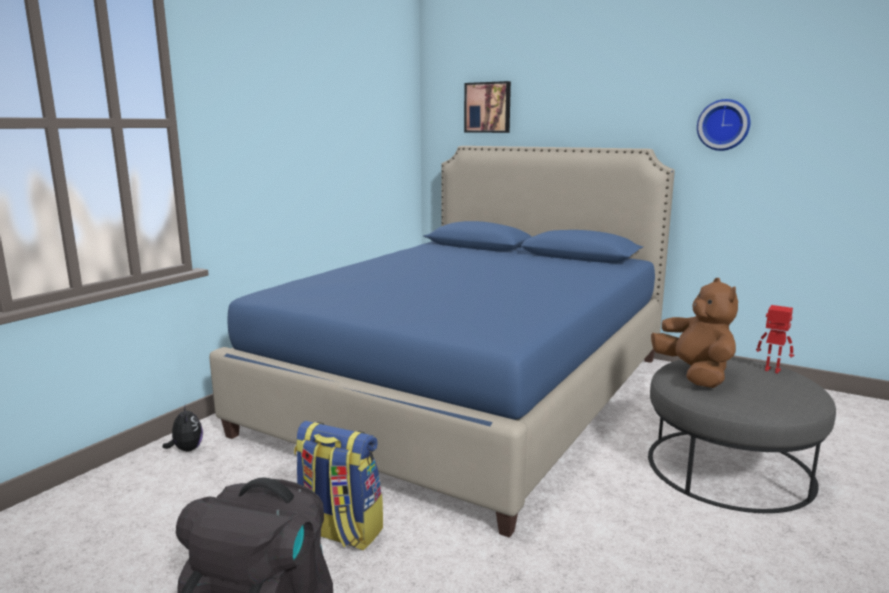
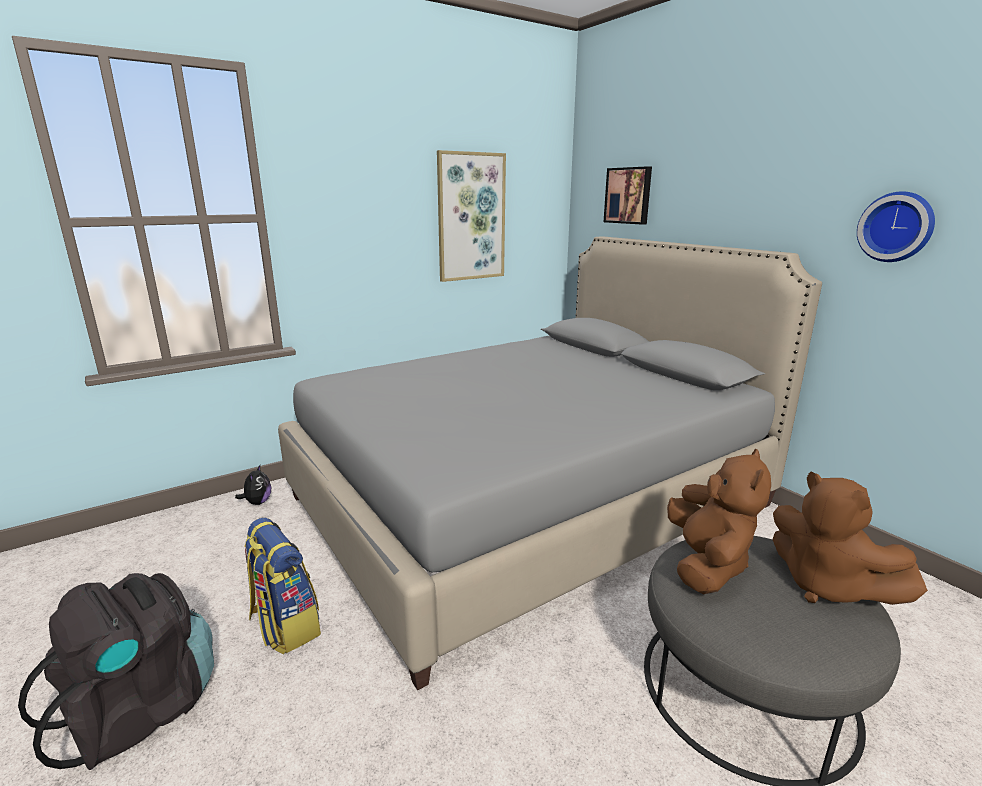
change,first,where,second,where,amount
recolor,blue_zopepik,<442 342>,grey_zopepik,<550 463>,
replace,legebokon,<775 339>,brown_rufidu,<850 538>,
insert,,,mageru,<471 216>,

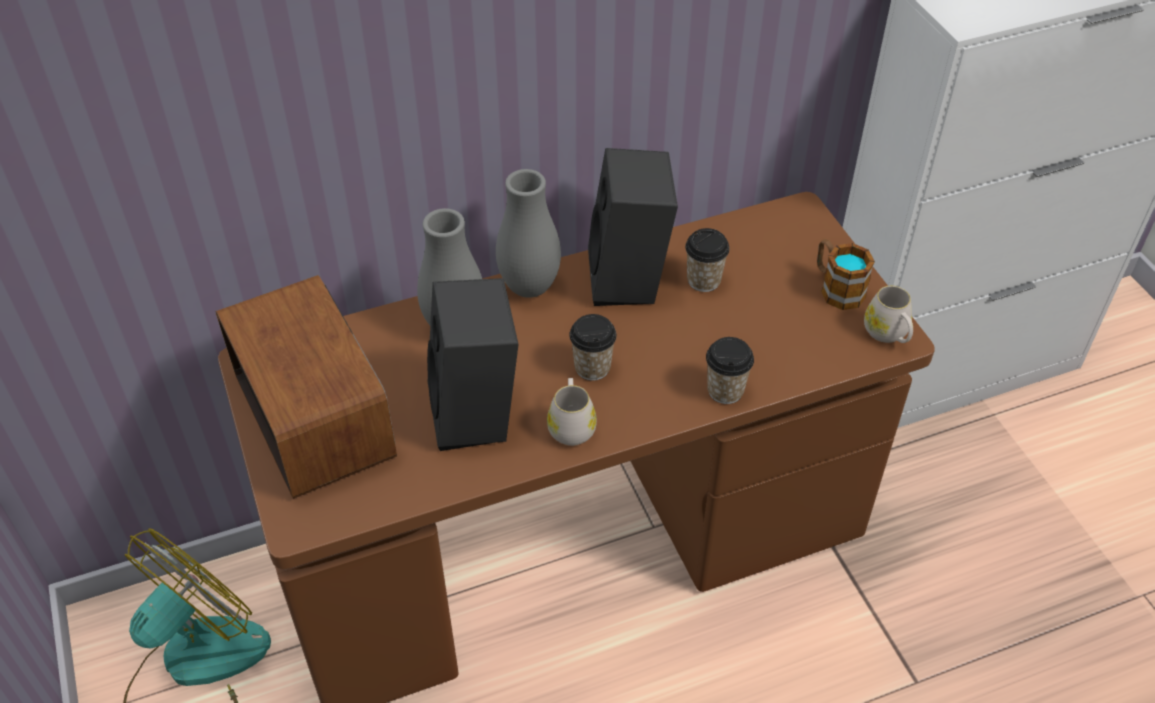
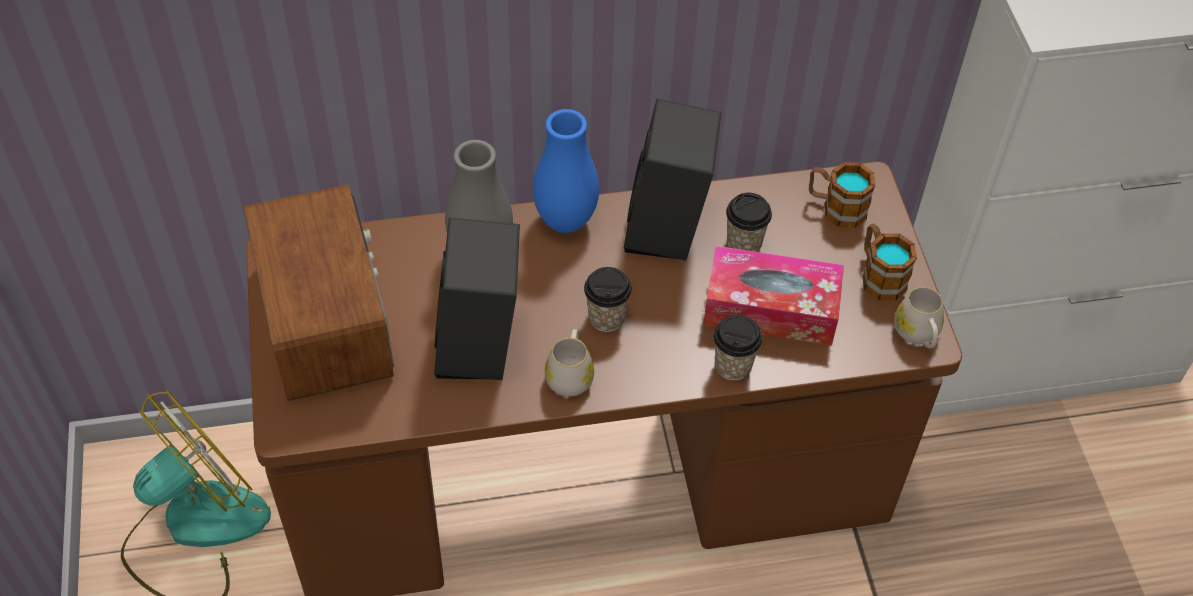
change,first,where,second,where,amount
recolor,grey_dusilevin,<528 233>,blue_dusilevin,<566 171>,
insert,,,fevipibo,<842 195>,
insert,,,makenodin,<773 295>,

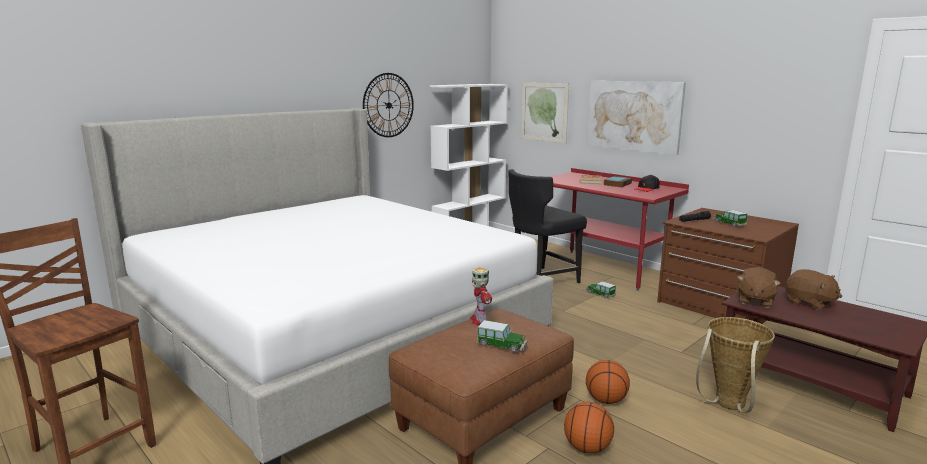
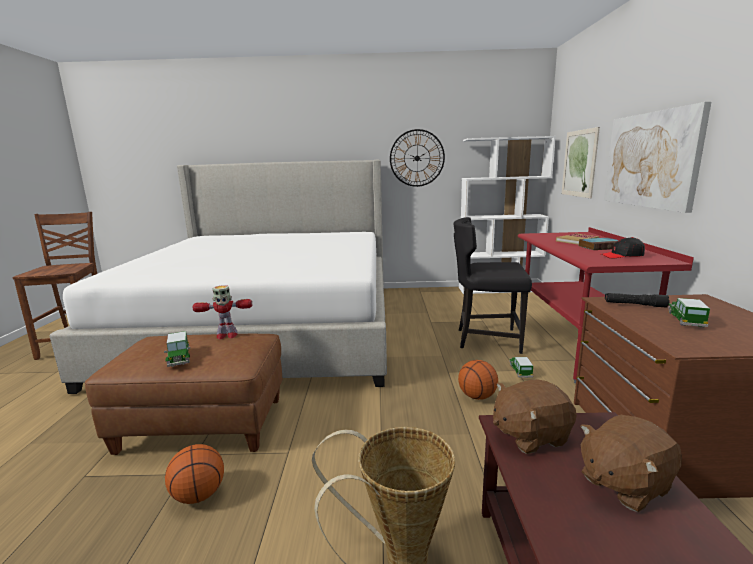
change,first,where,second,where,amount
rotate,legebokon,<481 296>,,<222 312>,135 degrees counterclockwise
rotate,brown_rufidu,<814 289>,,<631 463>,60 degrees clockwise
move,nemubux,<608 382>,,<478 380>,

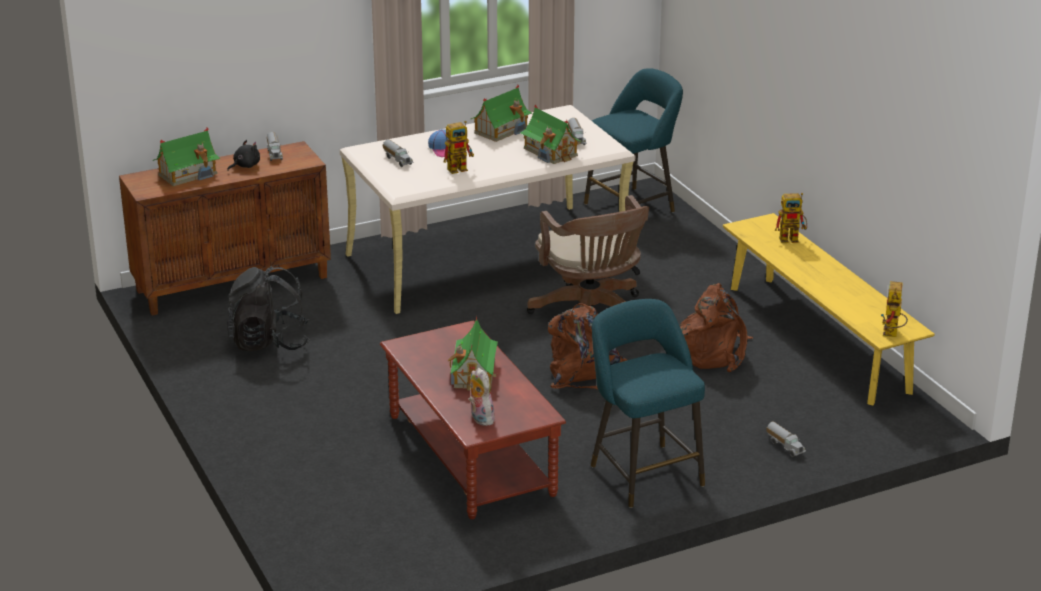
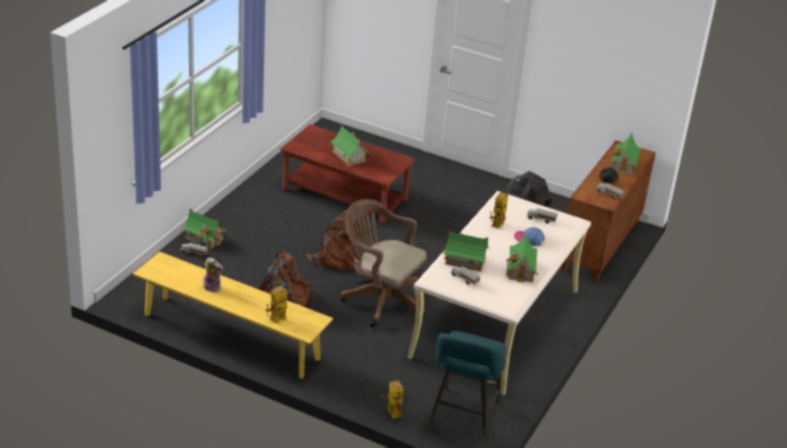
change,first,where,second,where,amount
move,legebokon,<894 309>,,<392 398>,
delete,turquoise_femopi,<648 403>,,,
move,rufidu,<482 397>,,<213 275>,
insert,,,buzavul,<204 228>,

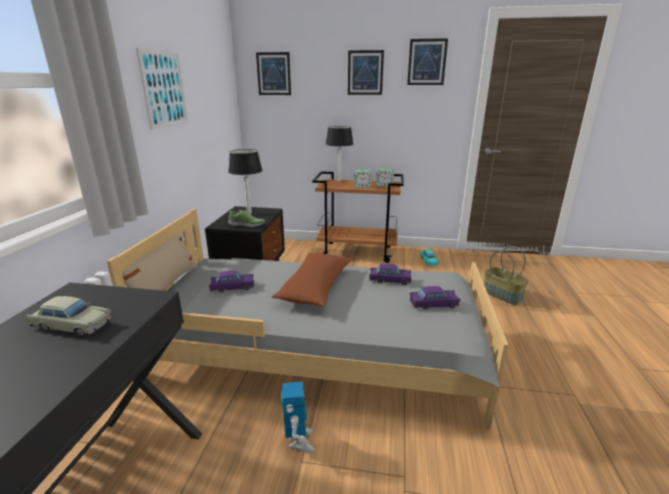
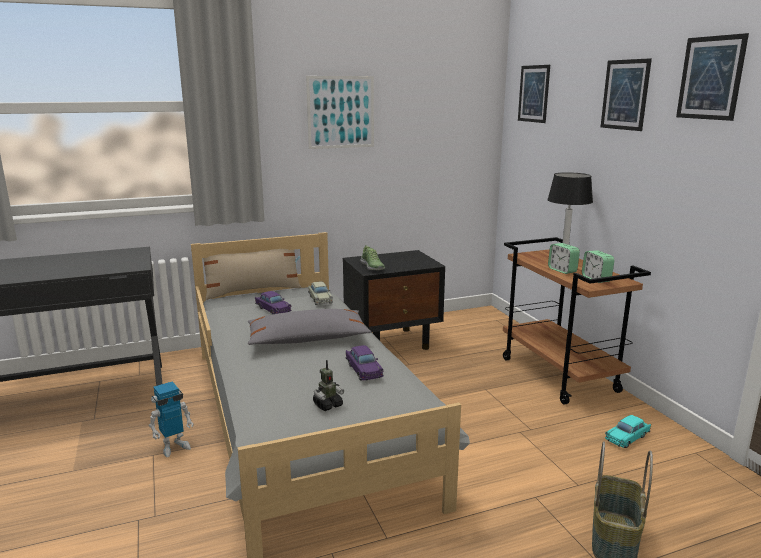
change,first,where,second,where,amount
delete,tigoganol,<245 181>,,,
recolor,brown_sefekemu,<312 280>,grey_sefekemu,<310 327>,
replace,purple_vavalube,<435 298>,legebokon,<328 385>,
move,beige_vavalube,<69 316>,,<320 293>,

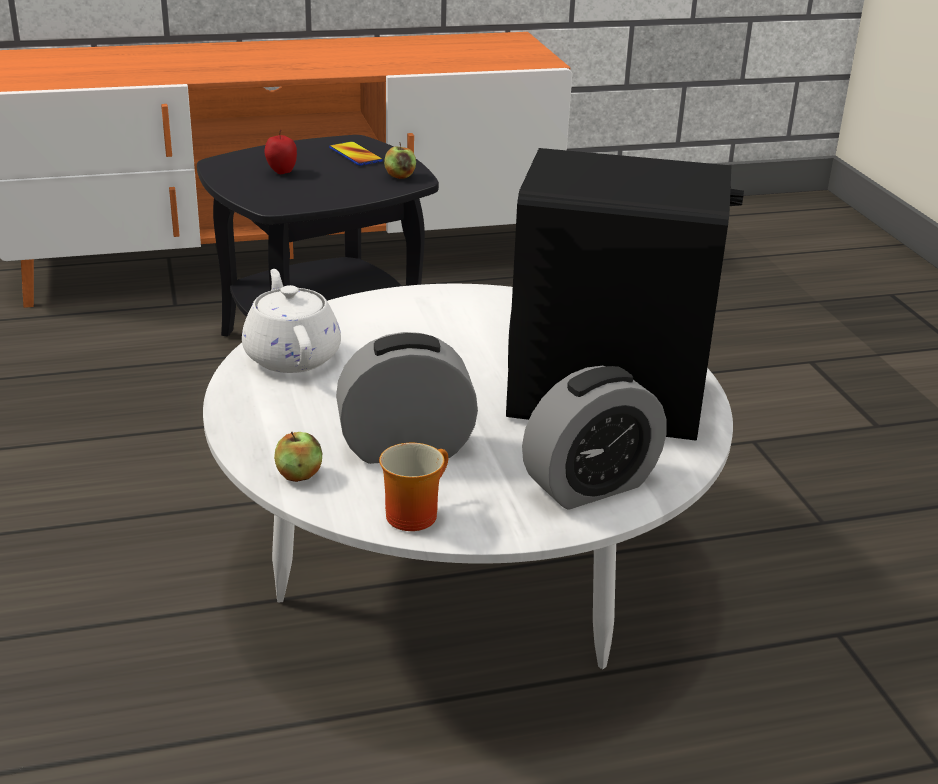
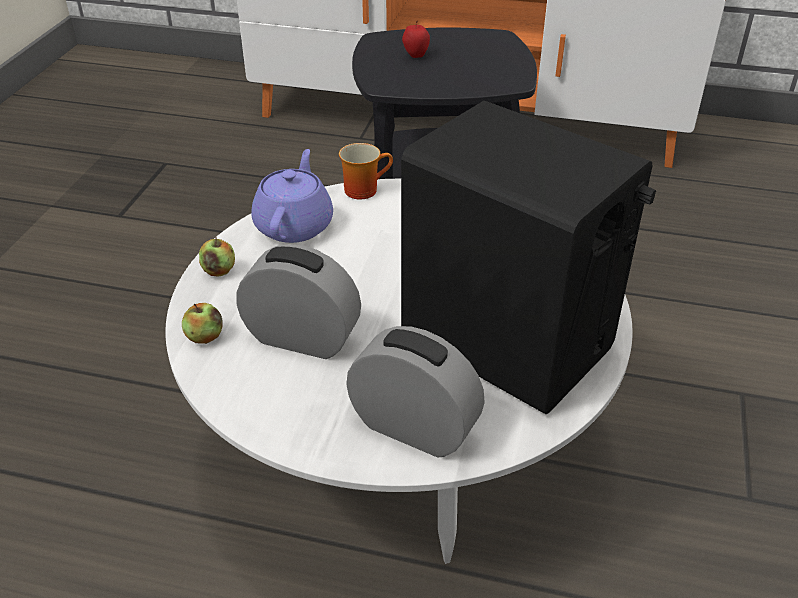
change,first,where,second,where,amount
delete,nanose,<356 153>,,,
move,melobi,<400 160>,,<217 256>,
recolor,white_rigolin,<291 321>,purple_rigolin,<292 196>,
rotate,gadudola,<594 438>,,<415 392>,150 degrees counterclockwise
move,fevipibo,<413 487>,,<366 171>,

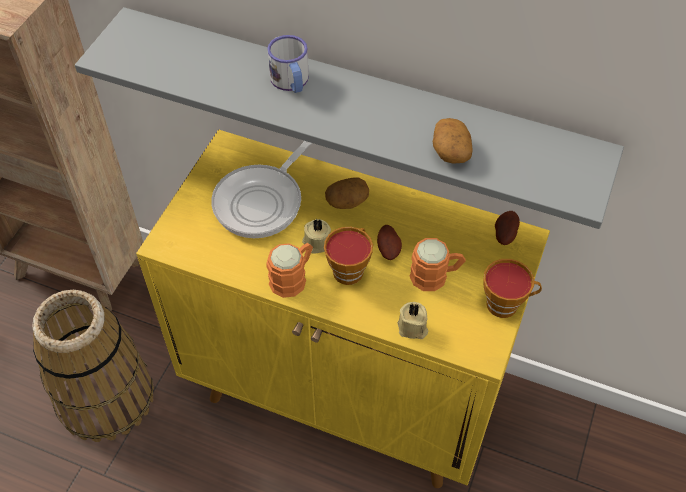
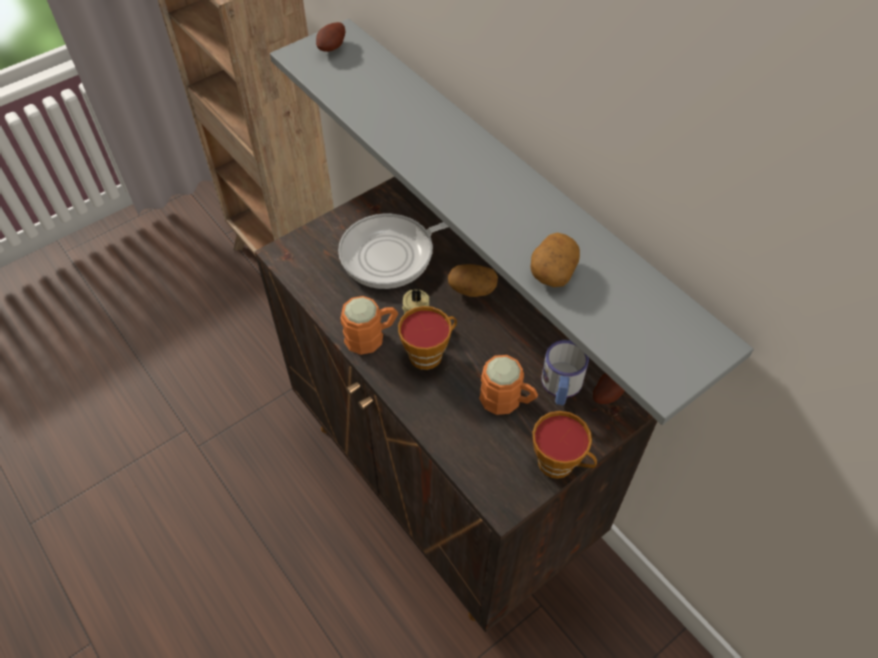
change,first,where,second,where,amount
move,fevipibo,<288 64>,,<565 372>,
recolor,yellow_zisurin,<343 309>,brown_zisurin,<456 404>,
move,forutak,<389 242>,,<330 37>,
delete,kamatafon,<93 366>,,,
delete,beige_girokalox,<413 320>,,,

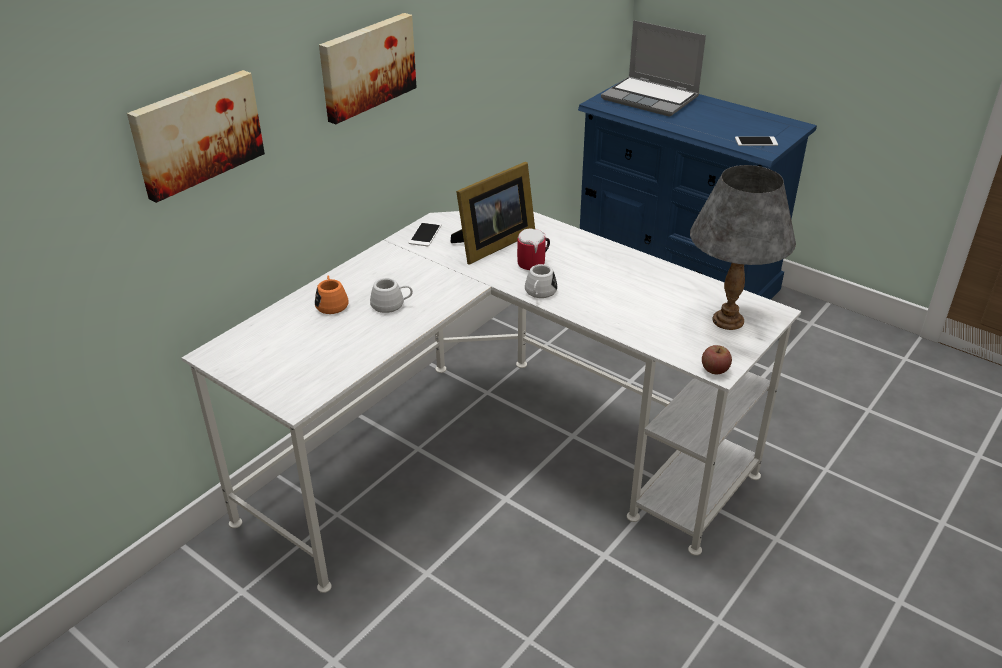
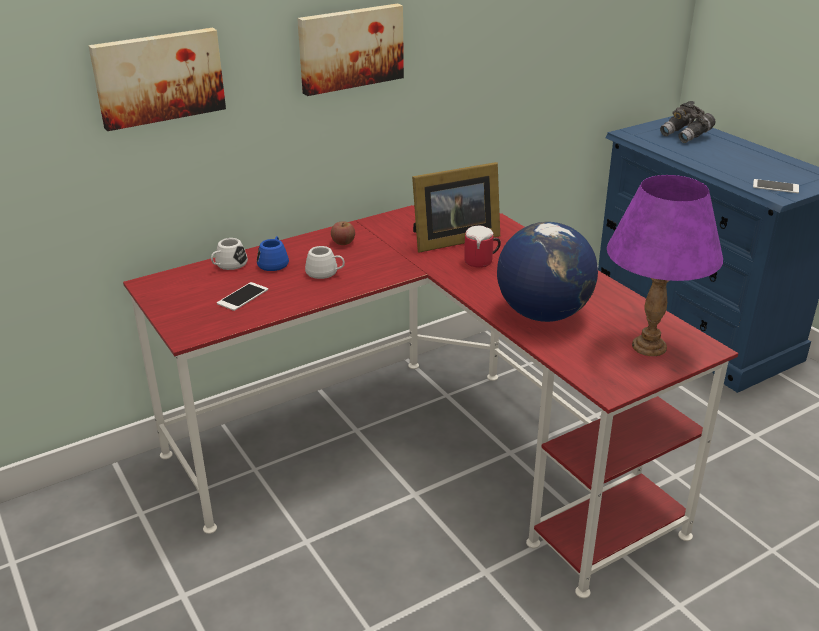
change,first,where,second,where,amount
replace,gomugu,<653 68>,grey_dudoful,<687 122>,
recolor,grey_tigoganol,<743 247>,purple_tigoganol,<665 265>,
recolor,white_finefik,<491 402>,red_finefik,<430 401>,
move,nanose,<425 233>,,<242 296>,
move,white_fevipibo,<541 281>,,<229 254>,
recolor,orange_fevipibo,<332 294>,blue_fevipibo,<273 253>,
move,melobi,<717 359>,,<343 233>,
insert,,,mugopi,<547 272>,

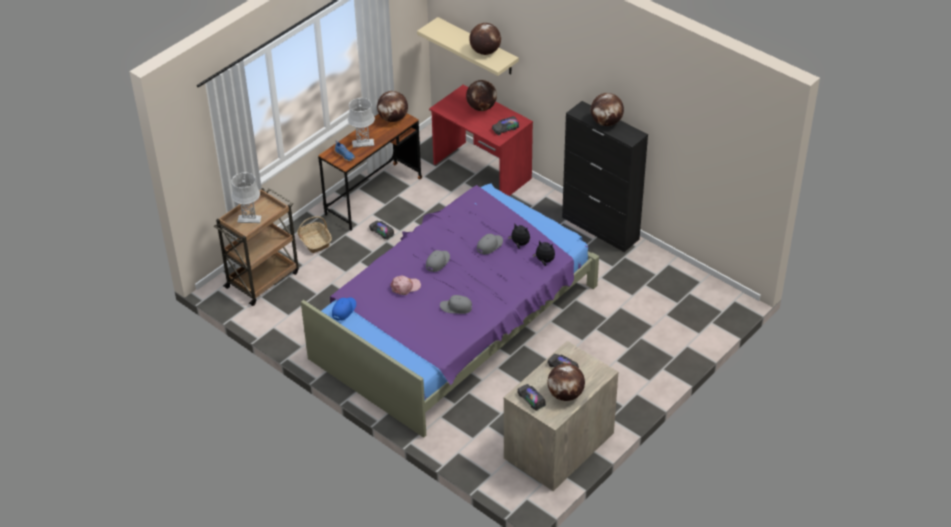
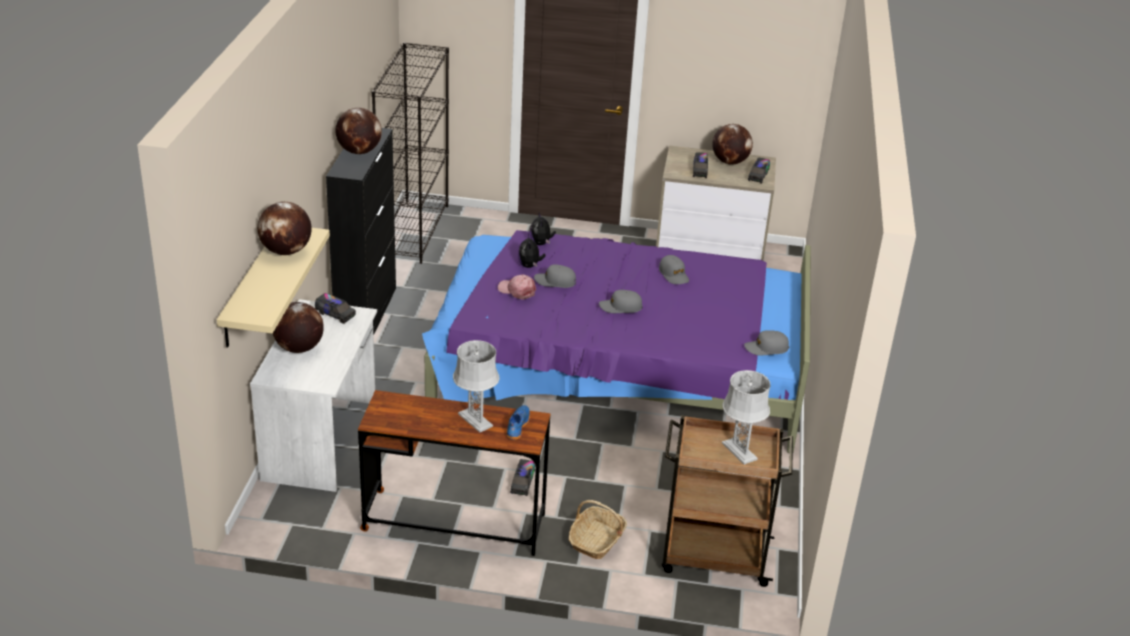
change,first,where,second,where,amount
recolor,red_finefik,<481 140>,white_finefik,<313 395>,
delete,mugopi,<392 106>,,,
move,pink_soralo,<405 285>,,<517 286>,
recolor,blue_soralo,<344 309>,grey_soralo,<766 343>,
insert,,,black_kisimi,<410 153>,

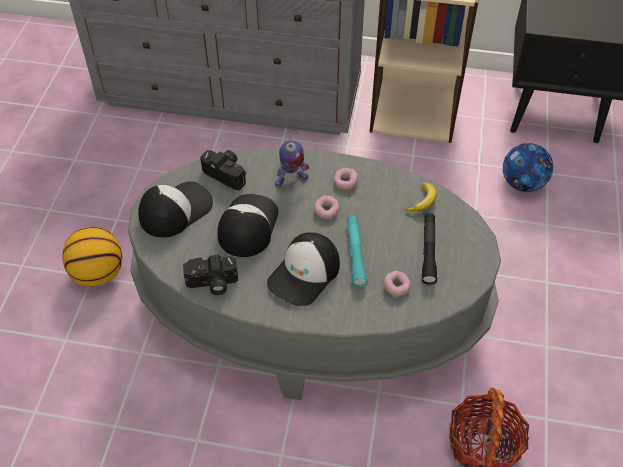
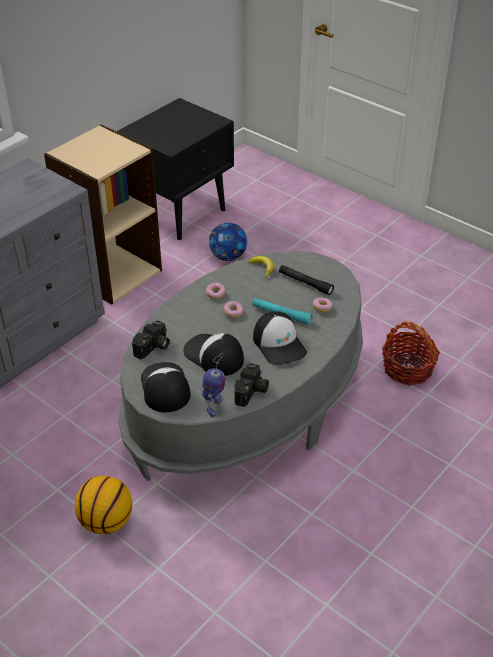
change,first,where,second,where,amount
move,legebokon,<292 157>,,<214 385>,
rotate,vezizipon,<223 170>,,<151 339>,150 degrees clockwise

